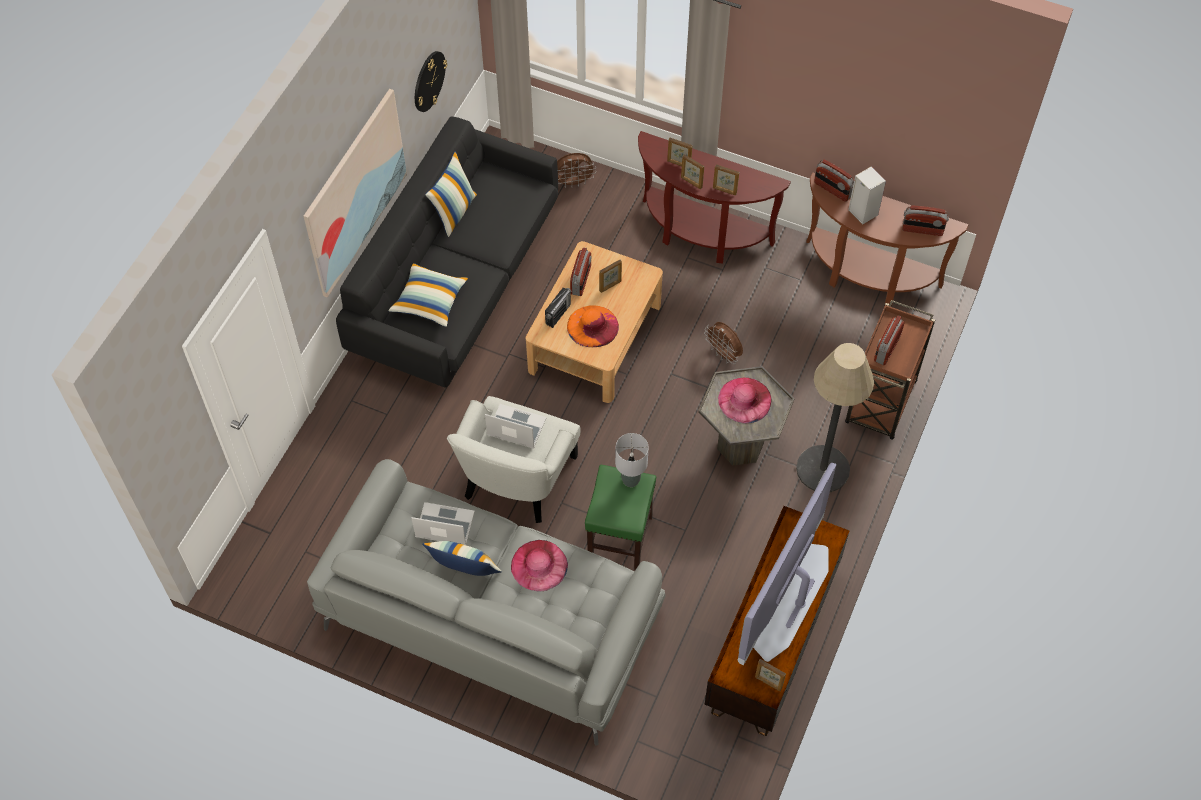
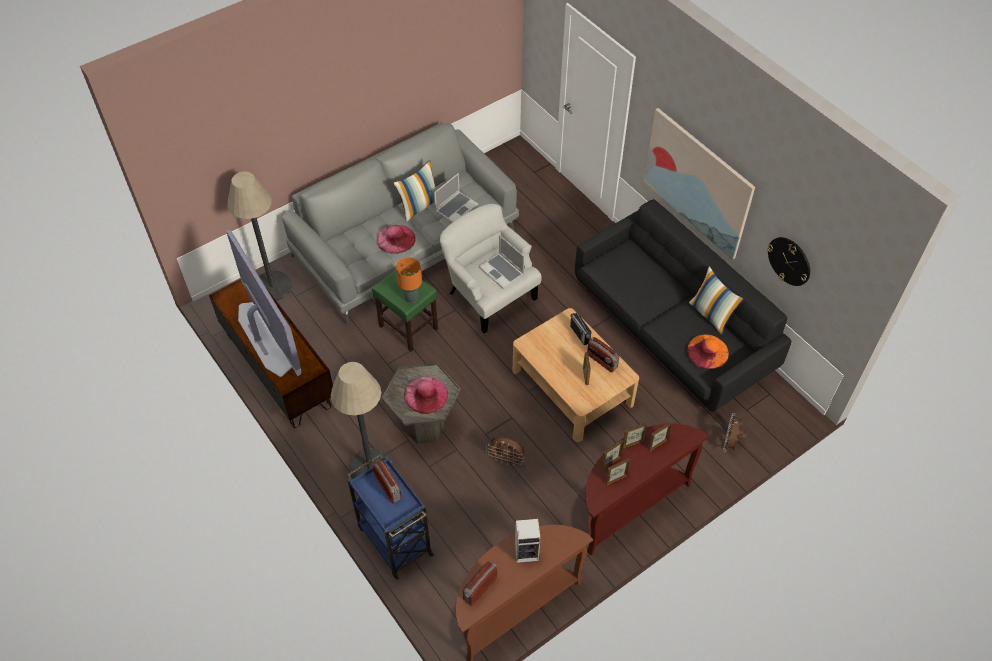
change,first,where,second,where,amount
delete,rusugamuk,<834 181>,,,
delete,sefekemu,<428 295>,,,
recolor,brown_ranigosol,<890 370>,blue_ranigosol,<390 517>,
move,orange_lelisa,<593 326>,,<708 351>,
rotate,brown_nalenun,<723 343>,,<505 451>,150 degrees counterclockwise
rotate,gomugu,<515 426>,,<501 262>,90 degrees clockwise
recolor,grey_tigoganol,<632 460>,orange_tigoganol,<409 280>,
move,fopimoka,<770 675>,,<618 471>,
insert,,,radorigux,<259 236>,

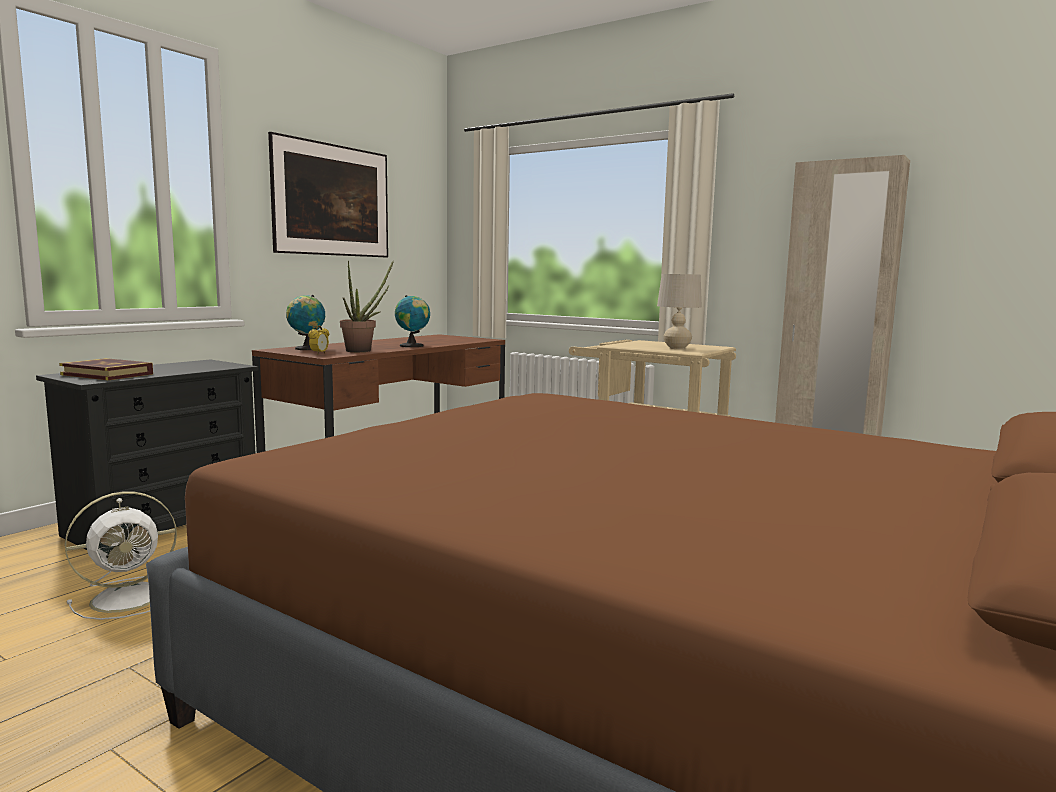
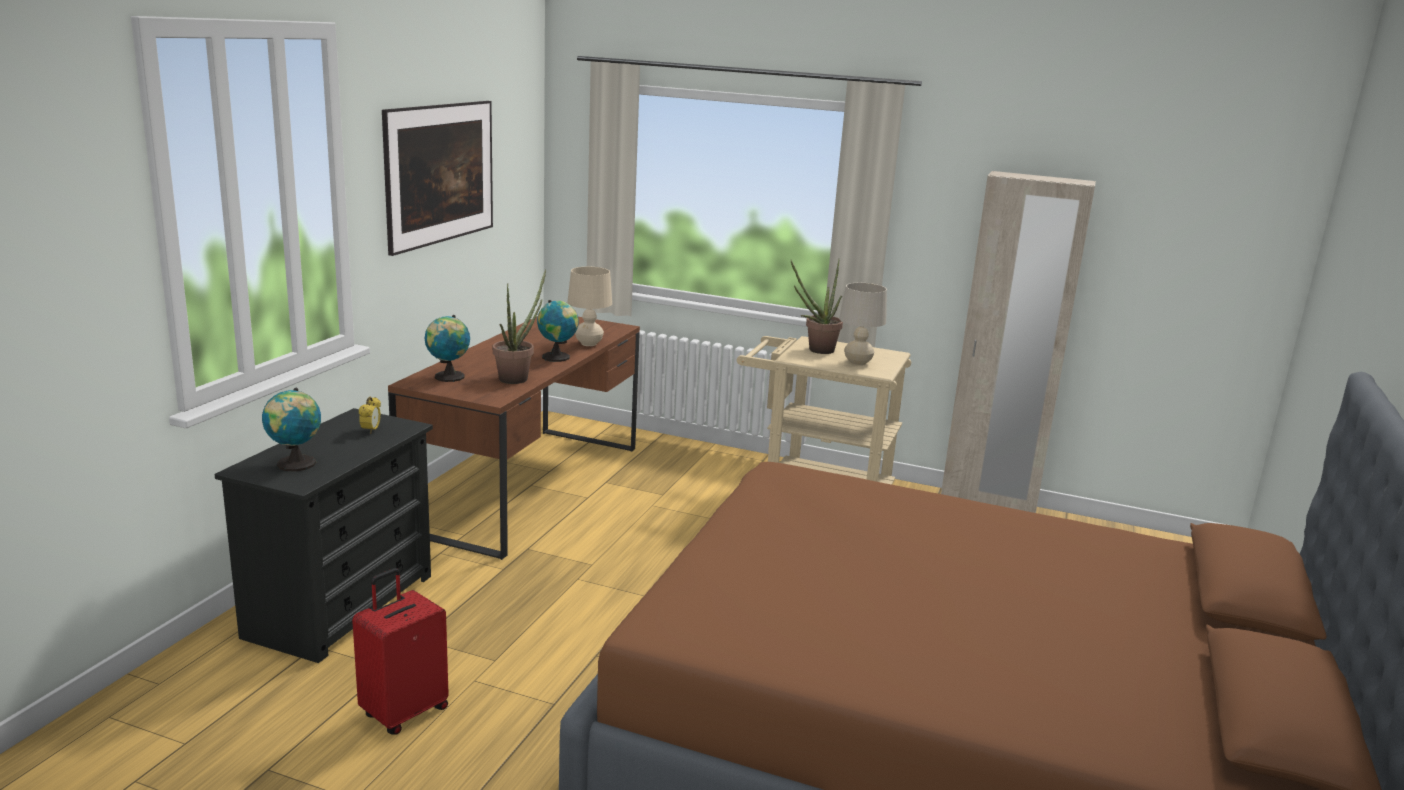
change,first,where,second,where,amount
move,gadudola,<318 339>,,<370 415>,
replace,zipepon,<106 369>,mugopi,<291 429>,
replace,white_nalenun,<121 555>,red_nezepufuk,<400 651>,
insert,,,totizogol,<817 307>,
insert,,,beige_tigoganol,<589 306>,

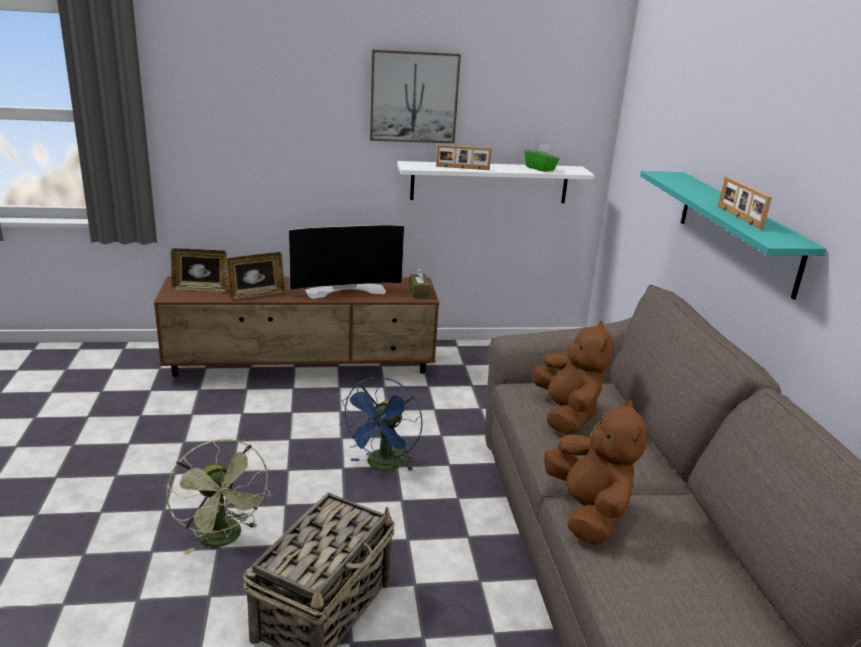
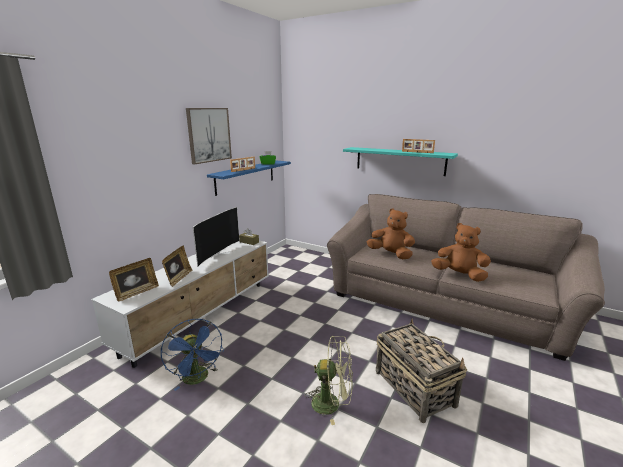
change,first,where,second,where,amount
recolor,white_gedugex,<496 182>,blue_gedugex,<249 178>,
recolor,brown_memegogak,<296 326>,white_memegogak,<180 303>,
move,blue_nalenun,<381 424>,,<192 355>,

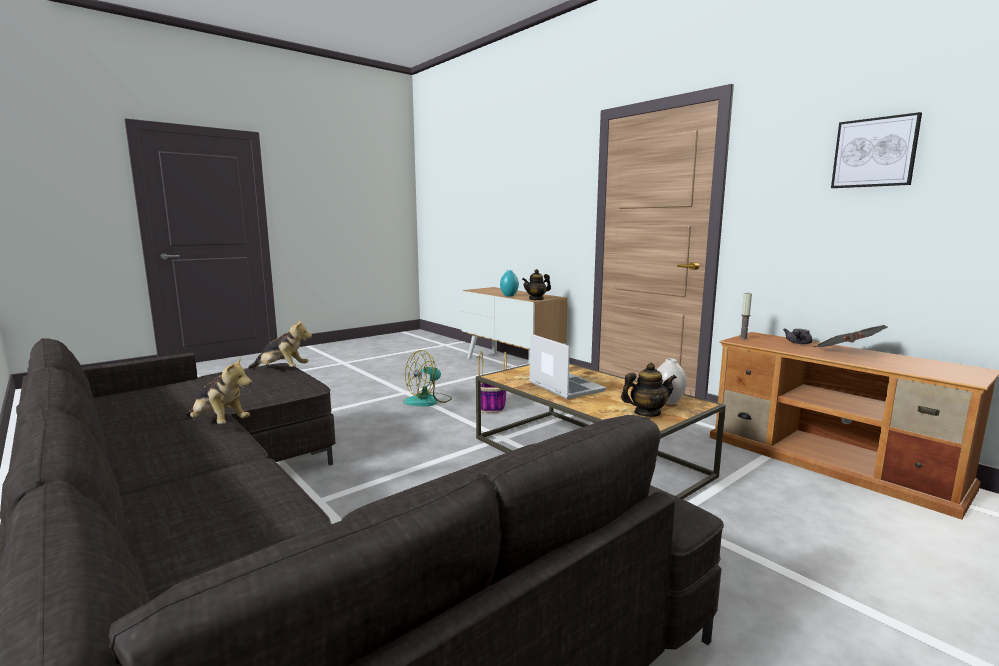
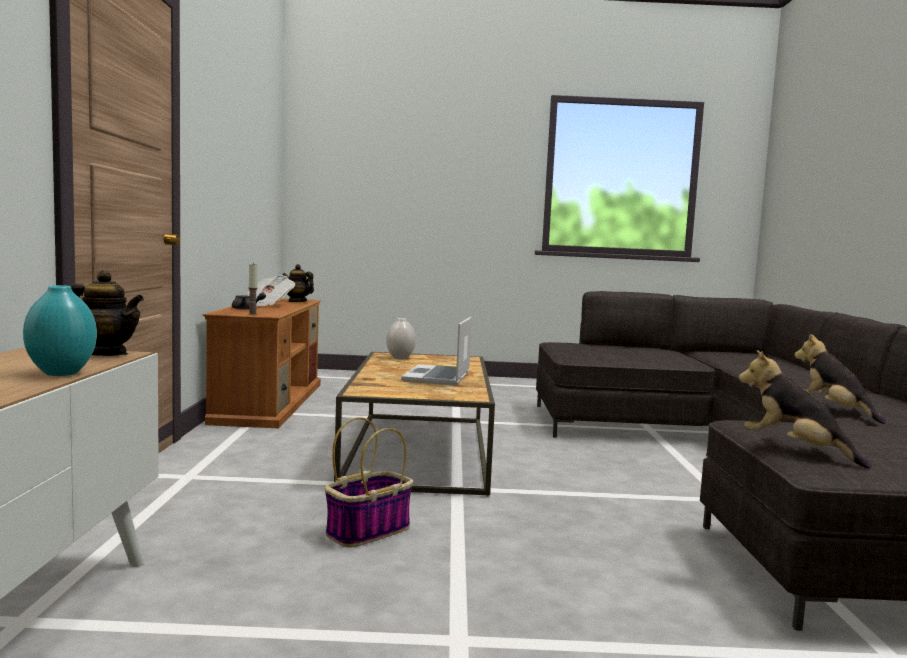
change,first,where,second,where,amount
delete,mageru,<876 150>,,,
delete,nalenun,<428 378>,,,
move,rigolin,<649 390>,,<298 283>,

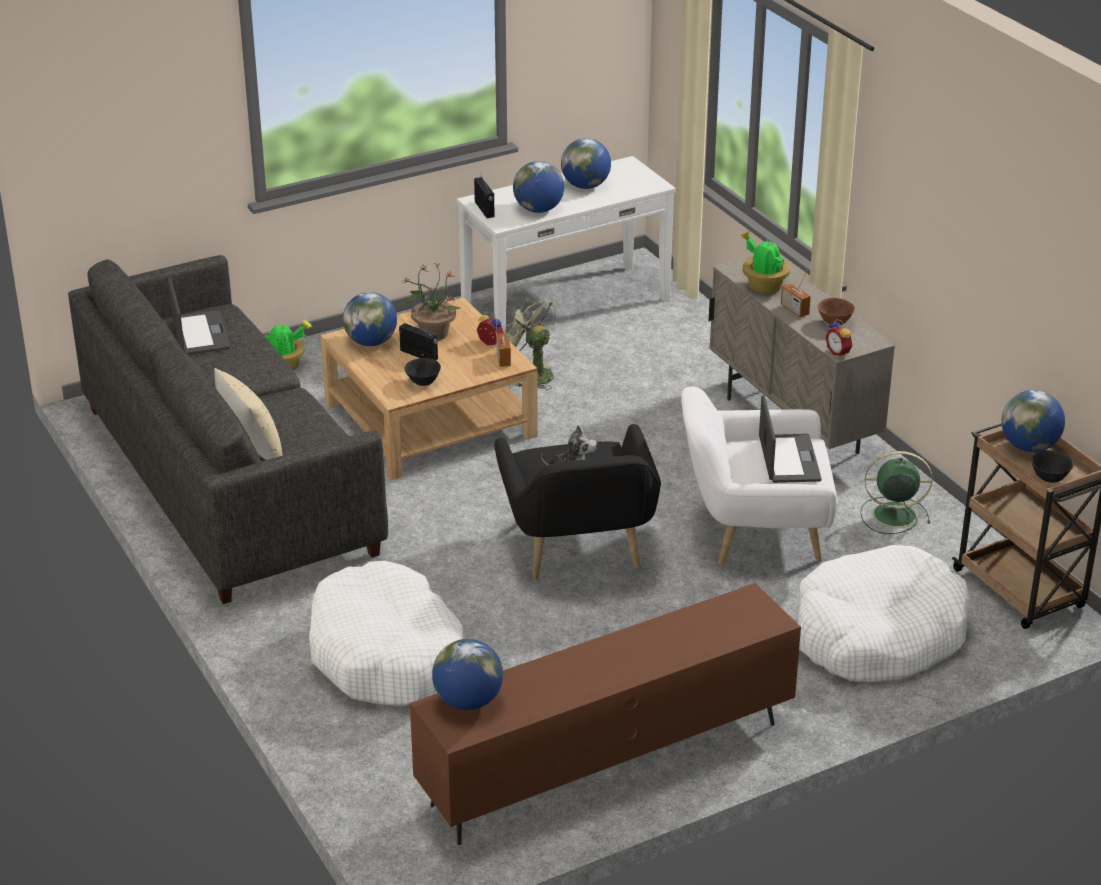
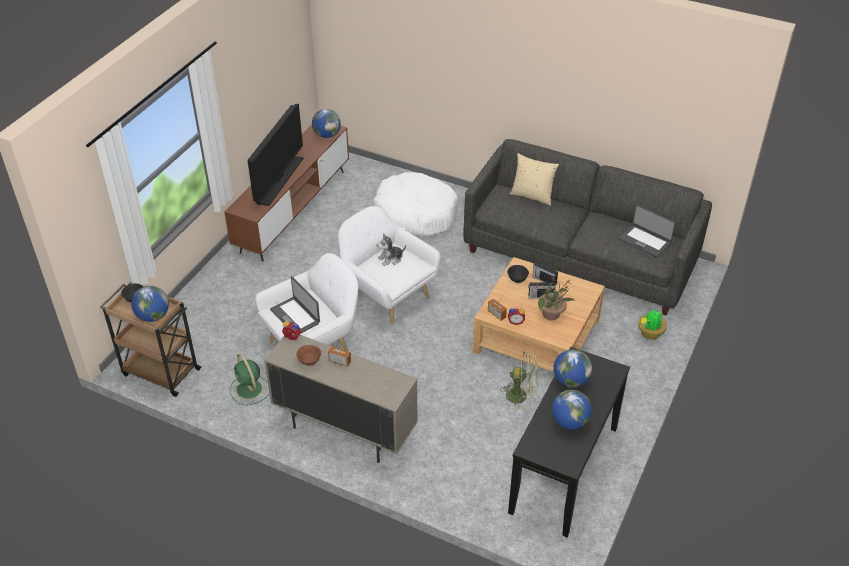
change,first,where,second,where,amount
recolor,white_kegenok,<566 244>,black_kegenok,<569 442>,
move,rusugamuk,<484 197>,,<545 273>,
delete,totizogol,<765 262>,,,
delete,mugopi,<370 319>,,,
recolor,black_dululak,<577 502>,white_dululak,<389 265>,
rotate,green_nalenun,<896 492>,,<250 379>,90 degrees clockwise
delete,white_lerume,<883 613>,,,
insert,,,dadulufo,<275 154>,

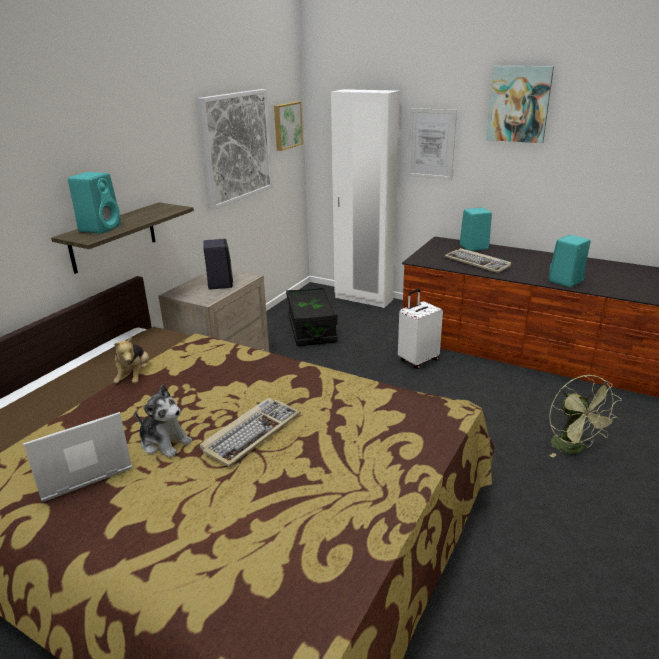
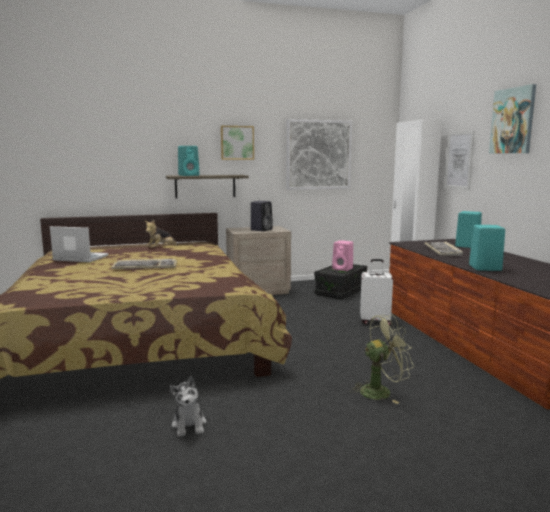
change,first,where,second,where,amount
move,mageru,<288 126>,,<237 143>,
rotate,green_nalenun,<585 416>,,<382 359>,135 degrees counterclockwise
move,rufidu,<163 421>,,<188 406>,
insert,,,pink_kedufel,<342 255>,

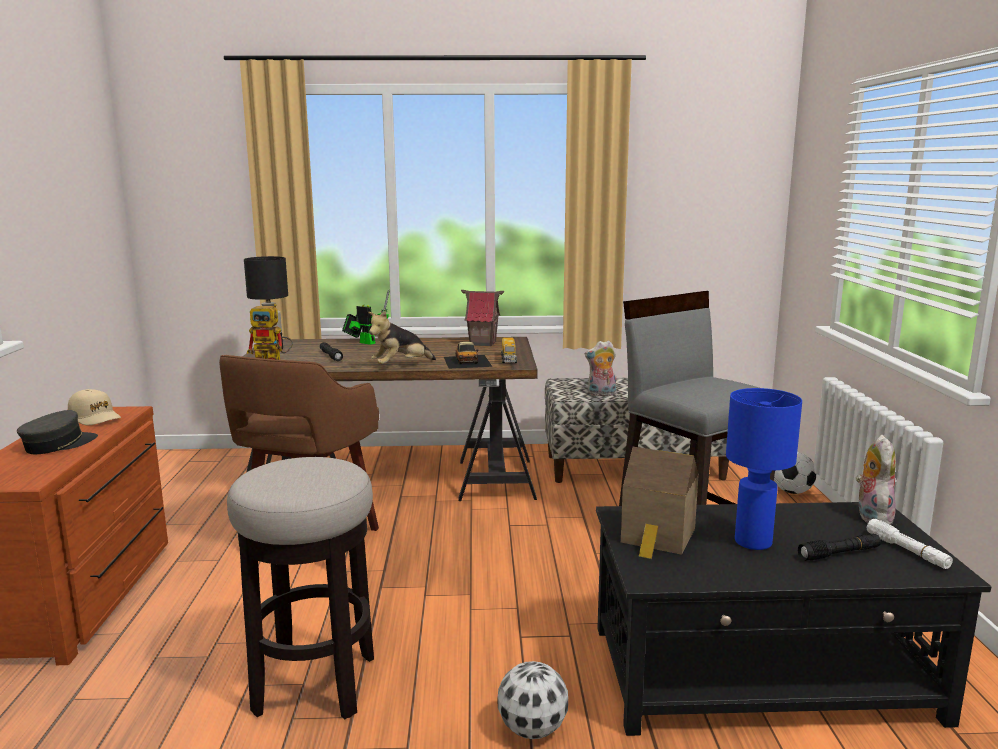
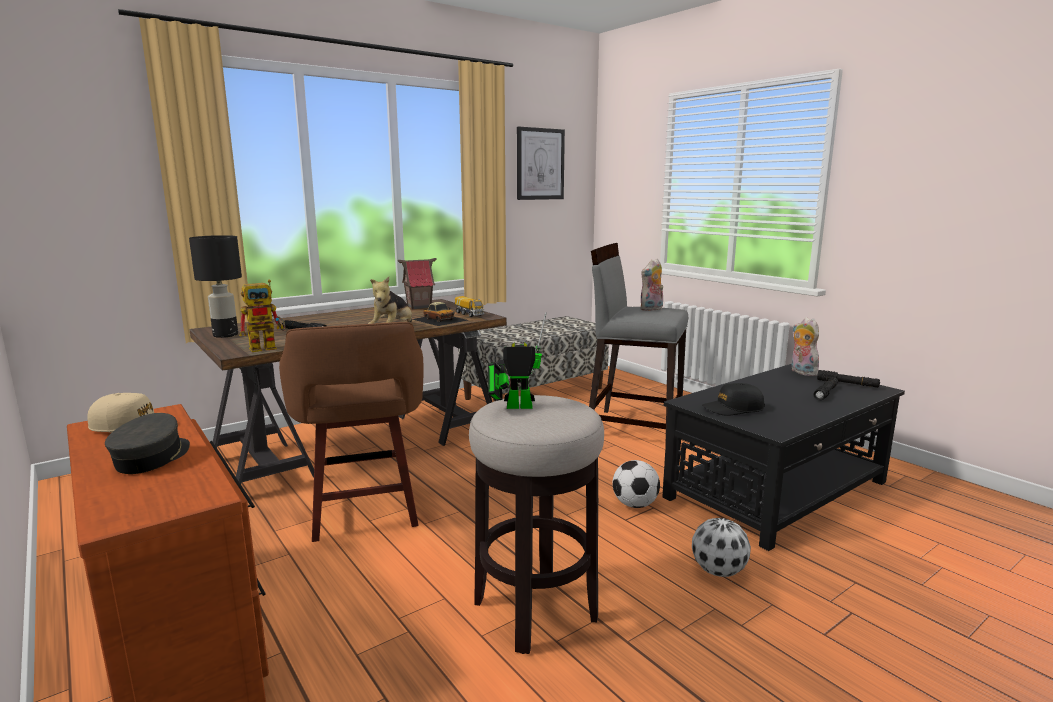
change,first,where,second,where,amount
move,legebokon,<365 317>,,<517 360>,
move,rufidu,<601 368>,,<651 285>,
delete,blue_tigoganol,<764 469>,,,
replace,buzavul,<660 503>,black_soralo,<733 399>,
move,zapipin,<795 473>,,<636 484>,
recolor,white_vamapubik,<910 544>,black_vamapubik,<848 379>,
insert,,,mageru,<541 163>,

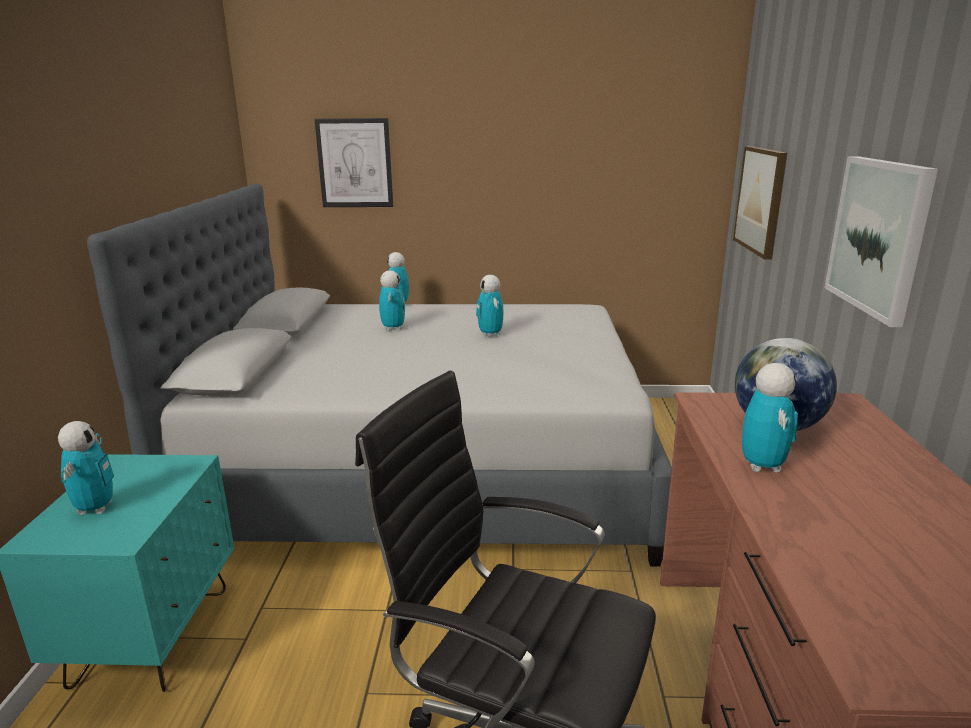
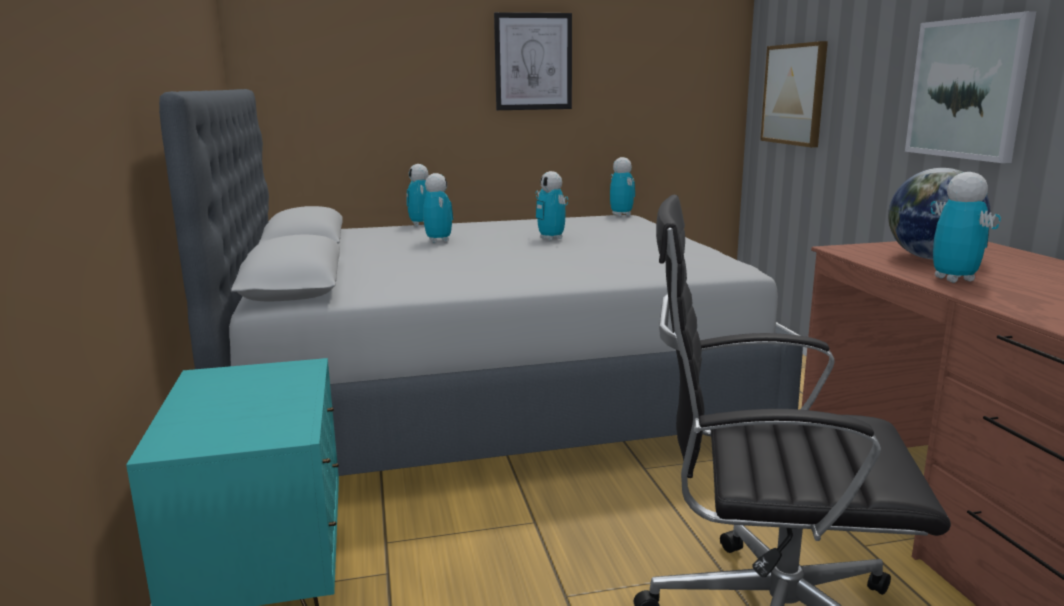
change,first,where,second,where,amount
move,mageru,<353 162>,,<533 61>,
move,legebokon,<86 468>,,<622 186>,

